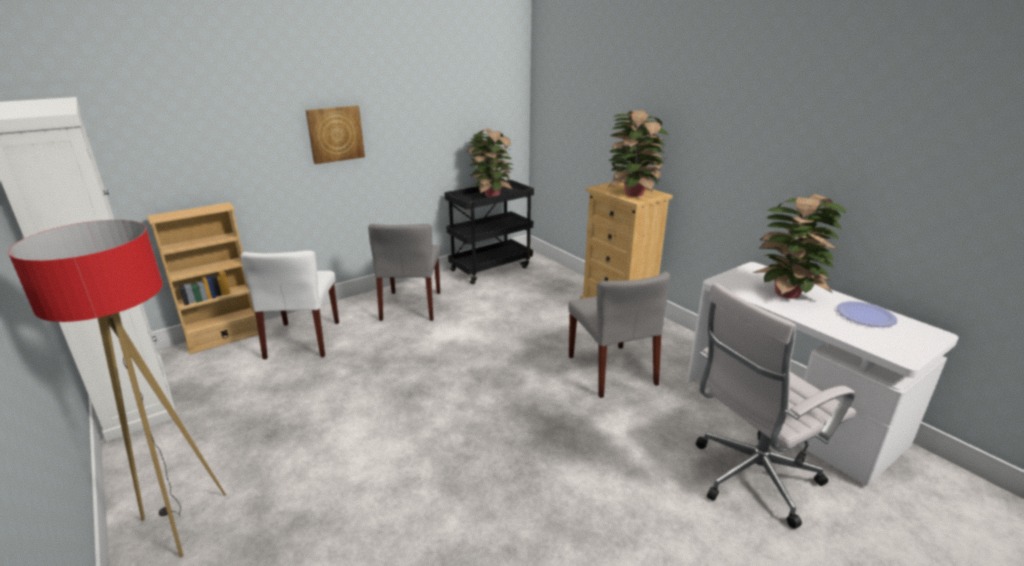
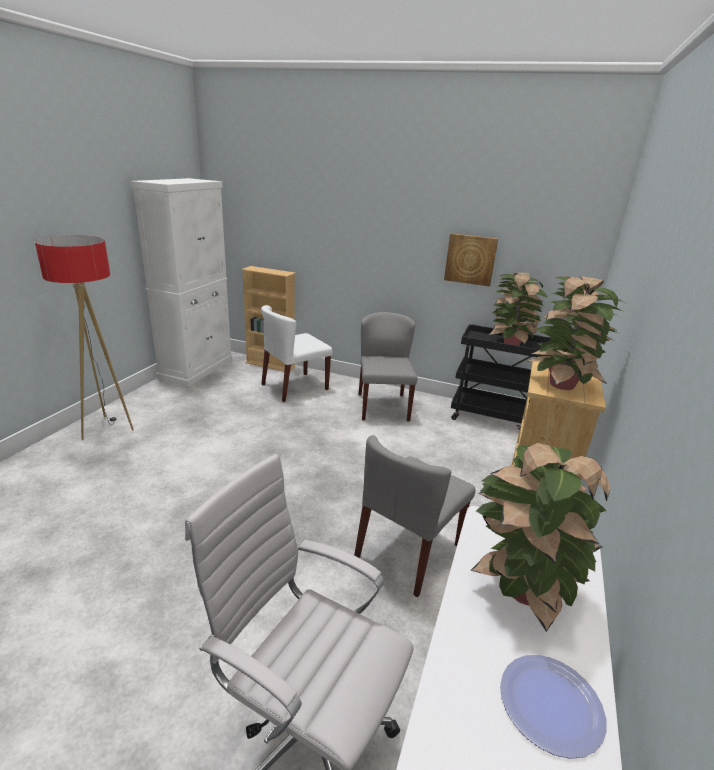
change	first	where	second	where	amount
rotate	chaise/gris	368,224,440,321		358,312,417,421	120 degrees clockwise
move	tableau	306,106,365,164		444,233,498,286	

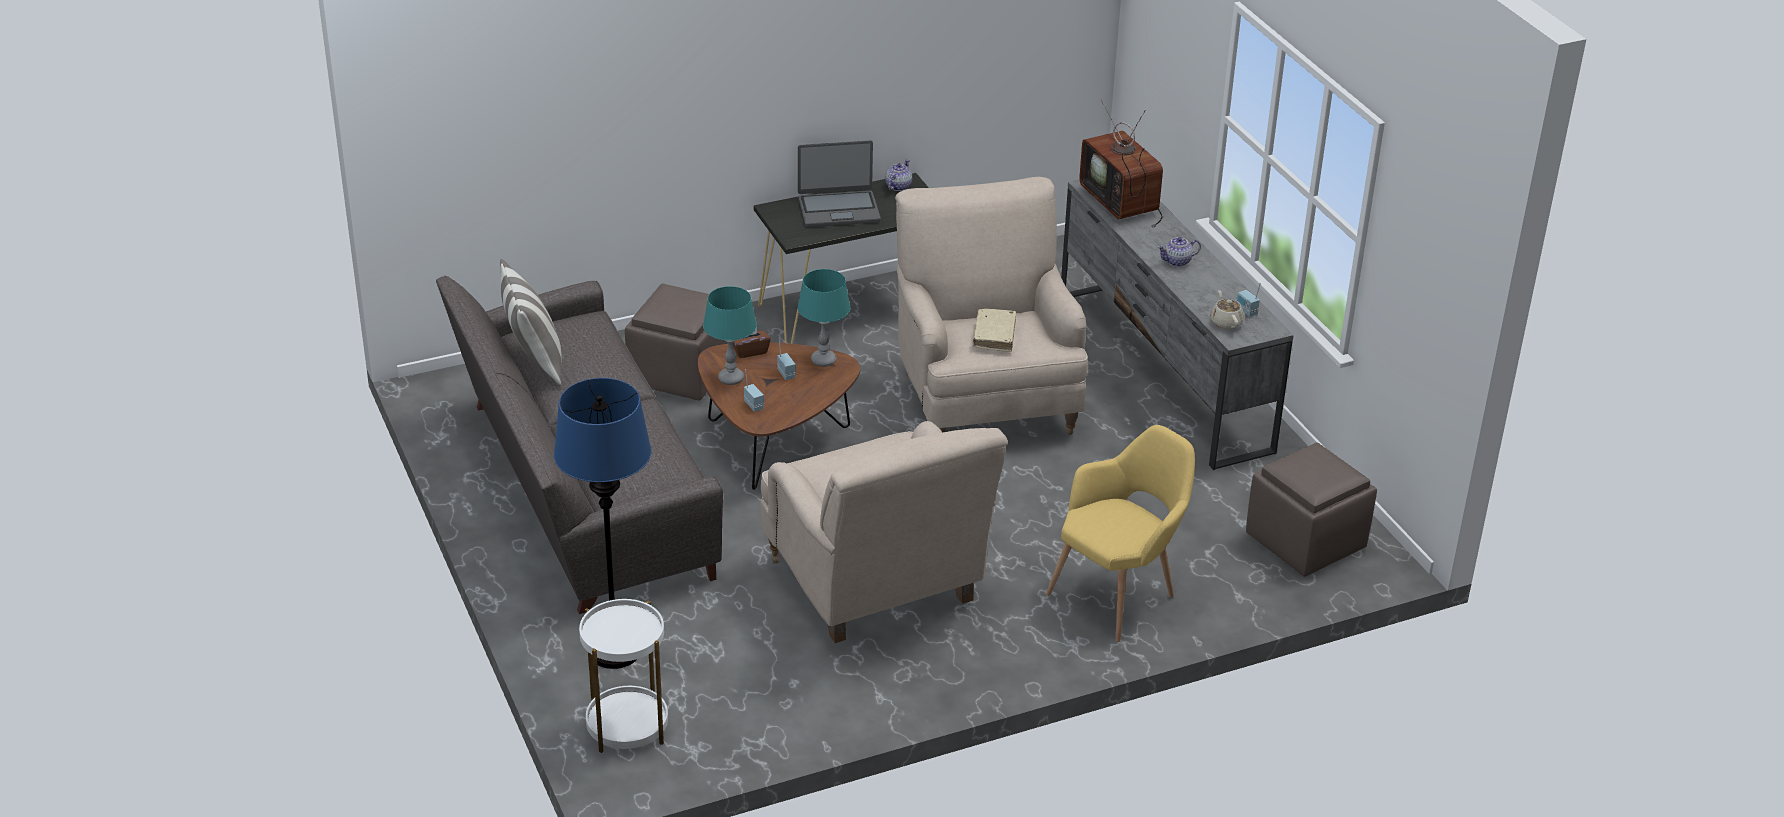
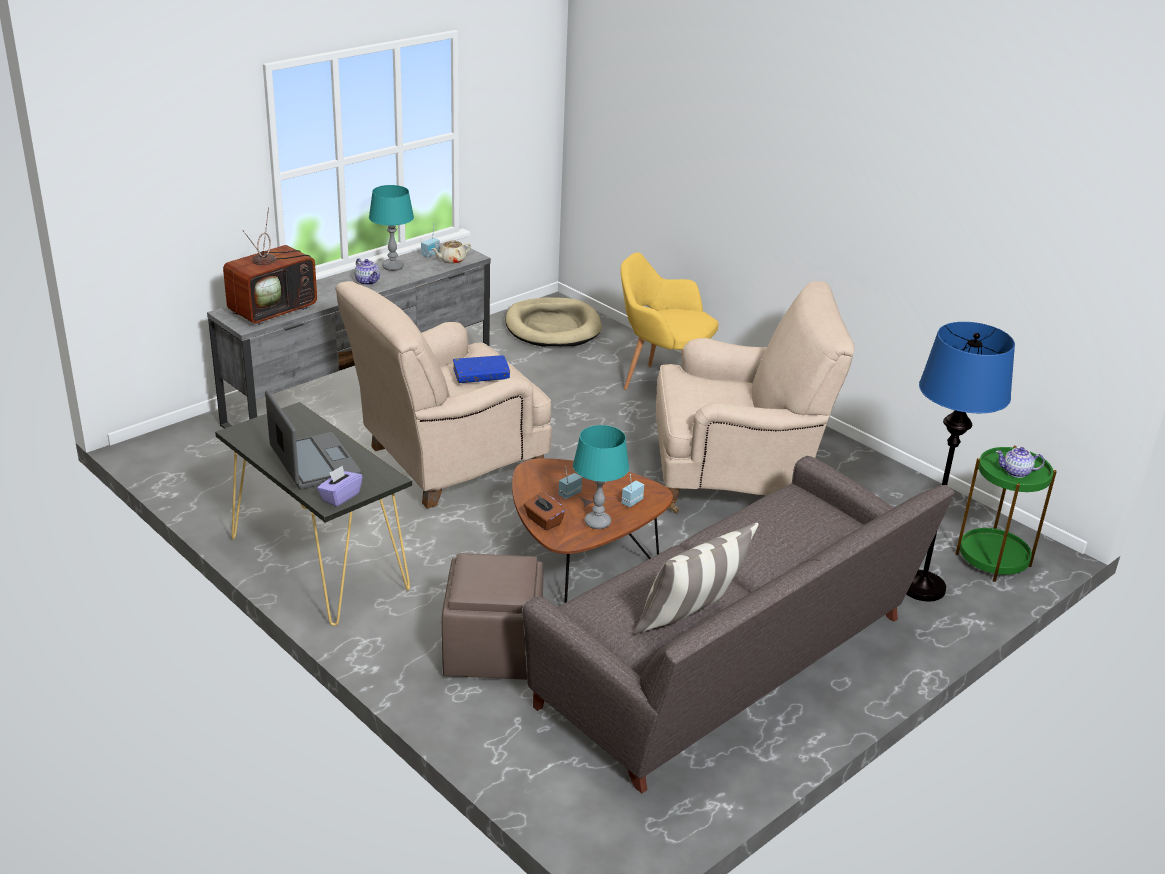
change	first	where	second	where	amount
insert			boîte à mouchoirs/violet	317,465,362,507	
move	lampe de table/turquoise	797,269,851,367		369,185,414,271	
recolor	livre/beige	973,309,1016,352	livre/bleu	453,355,510,383	
replace	pouf/marron	1246,442,1377,577	panier pour chien/beige	505,297,602,347	
rotate	fauteuil/beige	760,421,1008,643		656,281,854,513	45 degrees clockwise
recolor	table d'appoint/blanc	579,599,668,753	table d'appoint/vert	955,446,1057,582	
move	théière	885,159,912,191		996,447,1045,478	

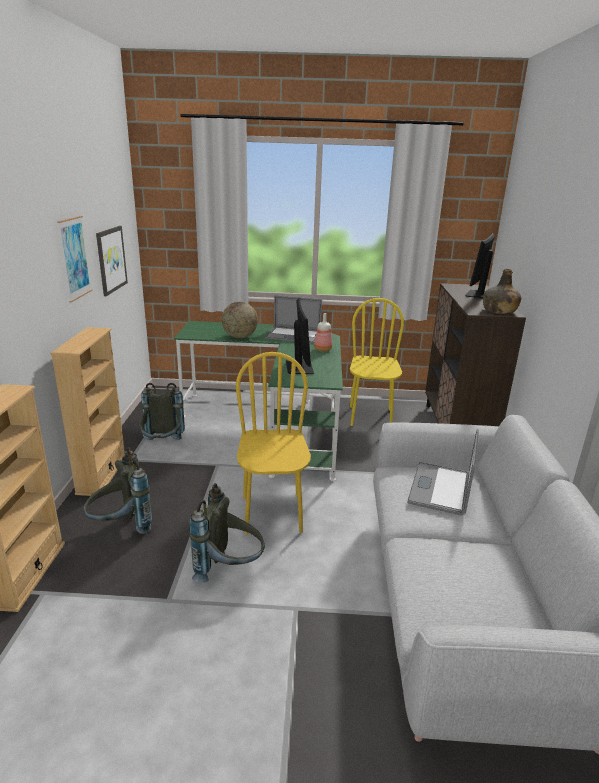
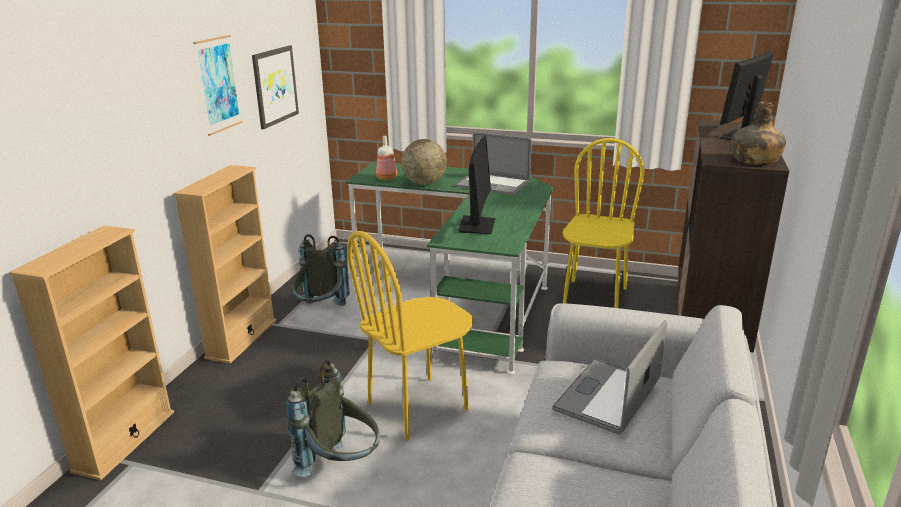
change	first	where	second	where	amount
rotate	chaise/jaune	236,352,311,535		347,231,473,441	135 degrees counterclockwise
move	bouteille	314,313,332,351		376,136,397,180	
delete	sac à dos/gris	83,447,152,534			

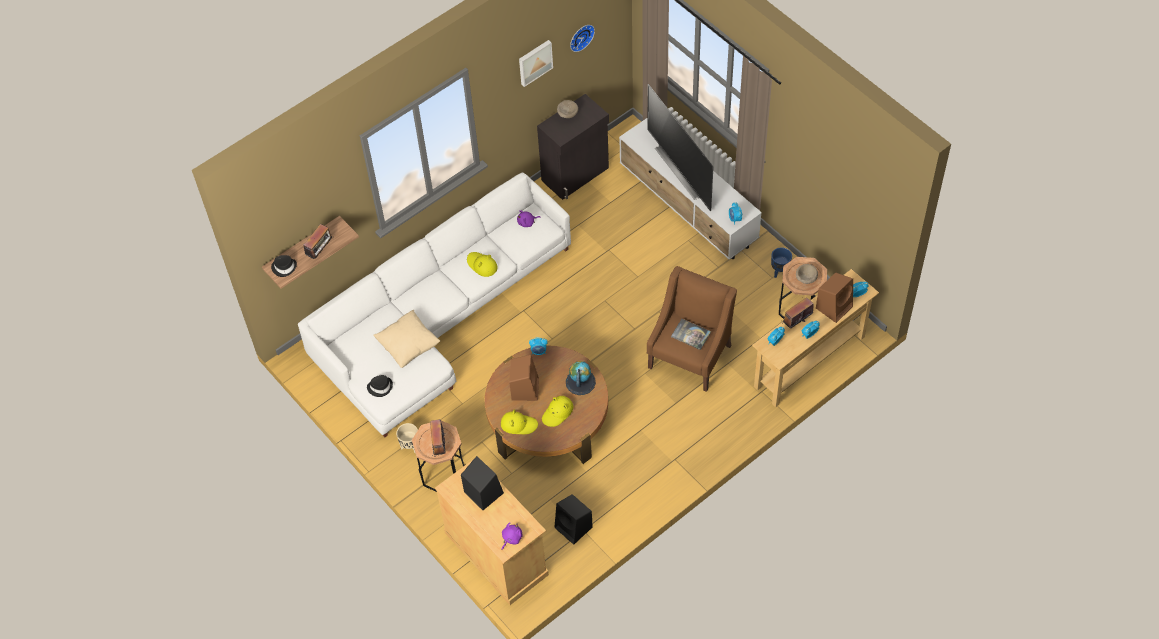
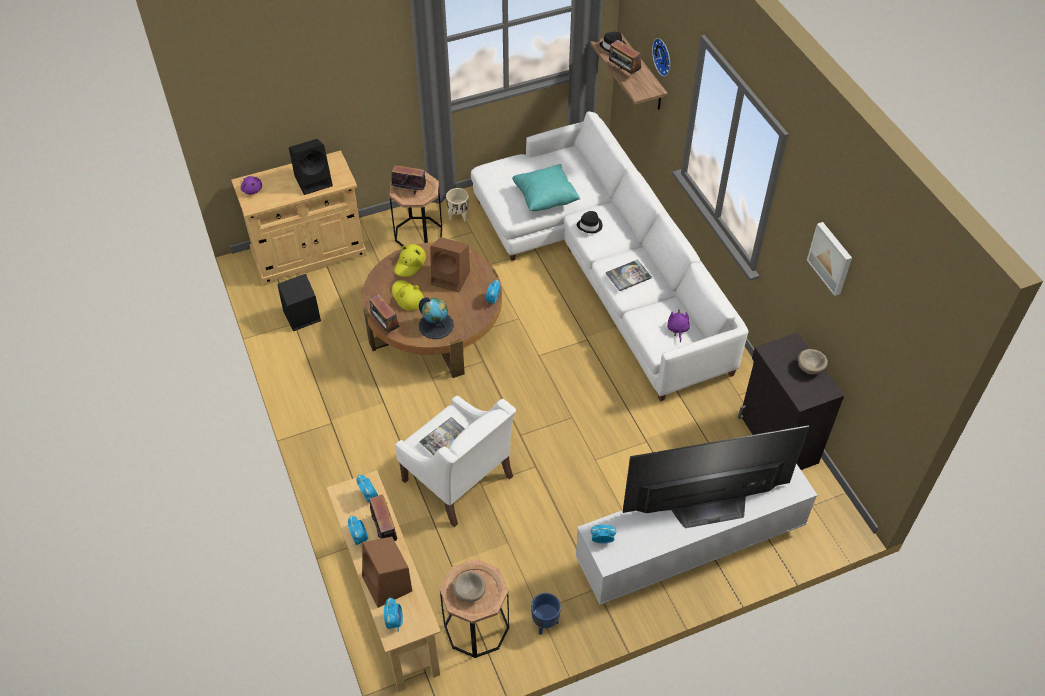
change	first	where	second	where	amount
insert			radio	370,294,399,334	
recolor	fauteuil/marron	647,266,737,392	fauteuil/blanc	395,395,516,527	
recolor	coussin/beige	373,310,440,368	coussin/turquoise	512,164,580,211	
move	chapeau/noir	367,375,393,397		577,211,602,233	
replace	chapeau/jaune	467,252,498,277	livre	605,260,652,291	
move	horloge murale	570,25,595,52		652,38,670,77	

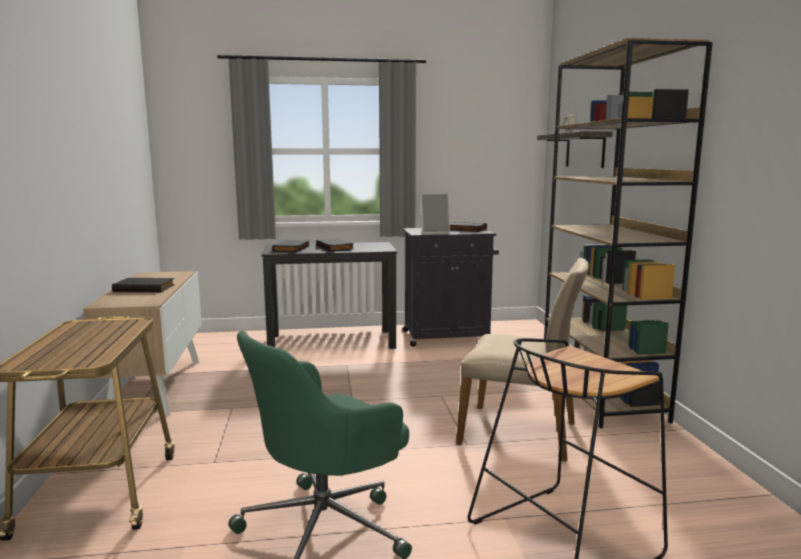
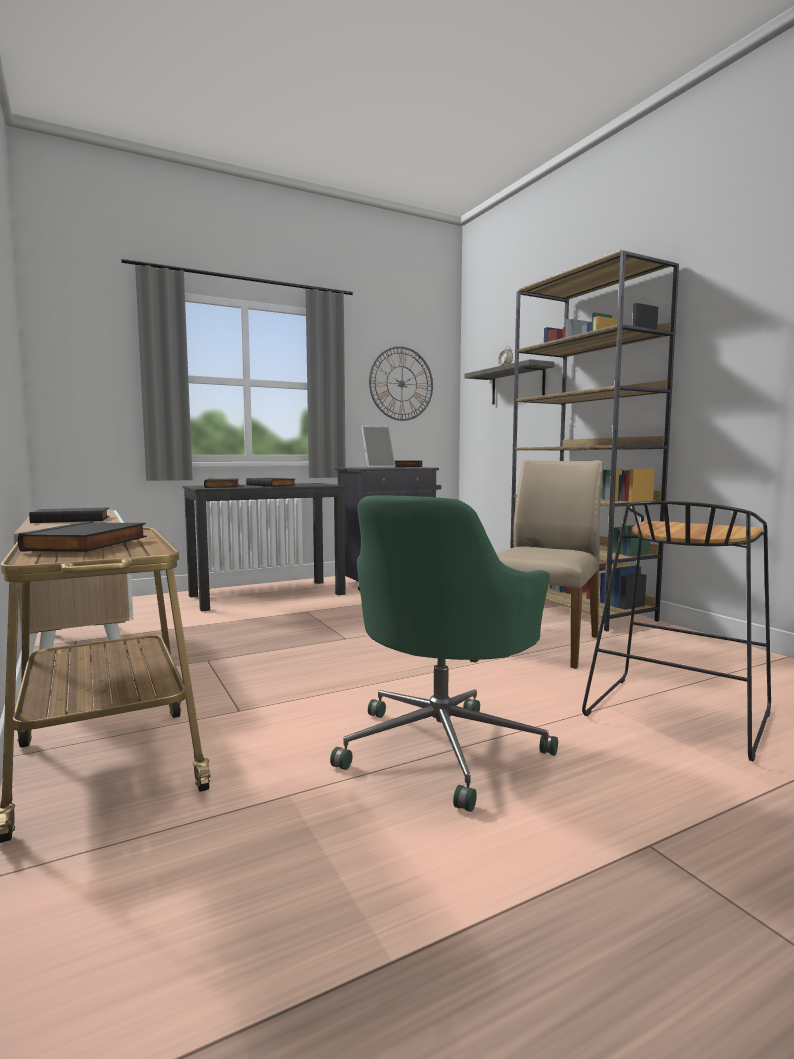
change	first	where	second	where	amount
insert			livre/noir	18,521,147,552	
insert			horloge murale	369,346,433,421	
rotate	chaise/beige	456,258,590,462		496,460,602,669	60 degrees counterclockwise

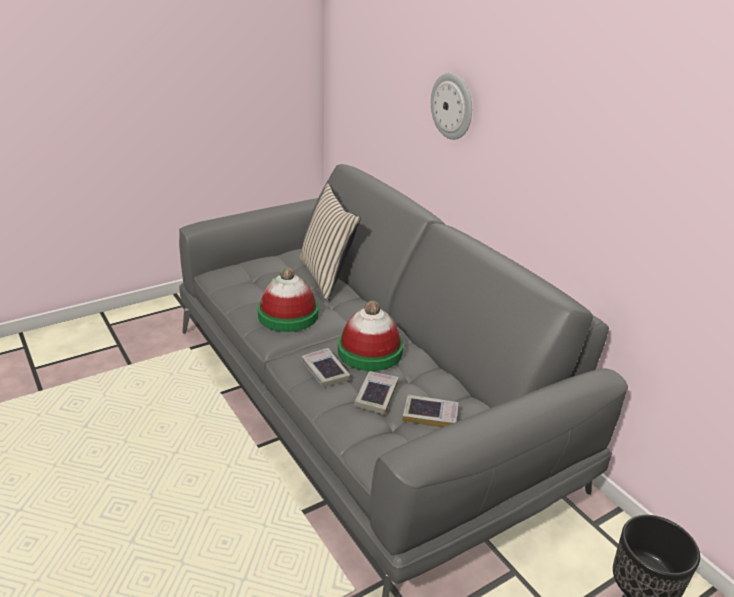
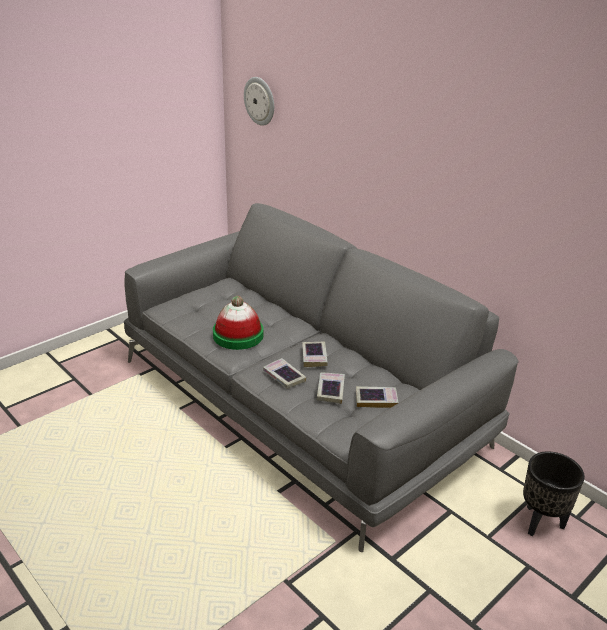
change	first	where	second	where	amount
move	horloge murale	431,73,472,140		244,77,274,126	
replace	chapeau	338,301,403,371	livre	302,342,328,367	
delete	coussin/beige	299,183,361,301			

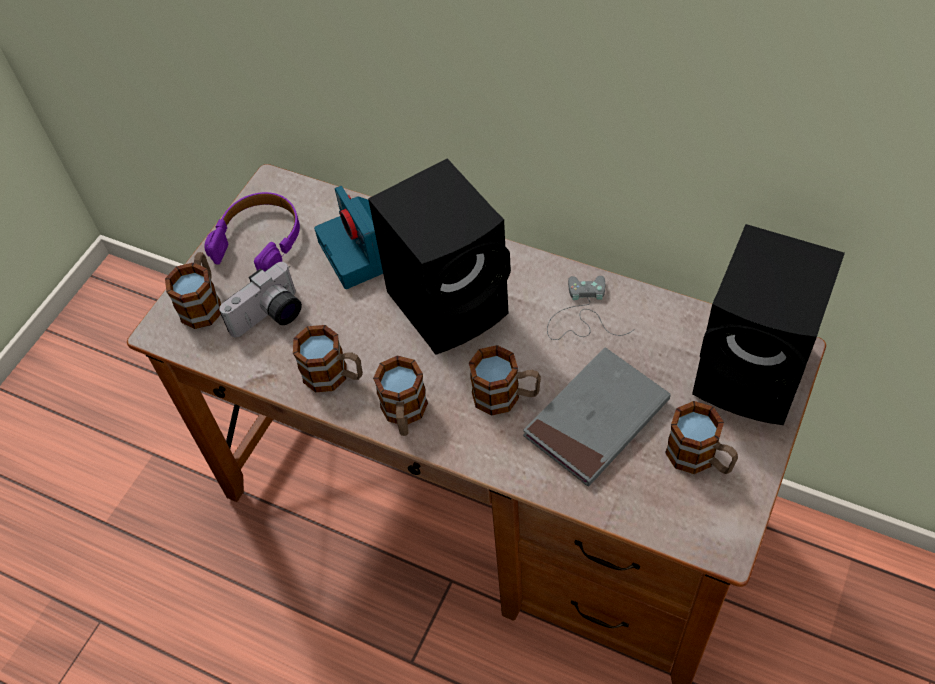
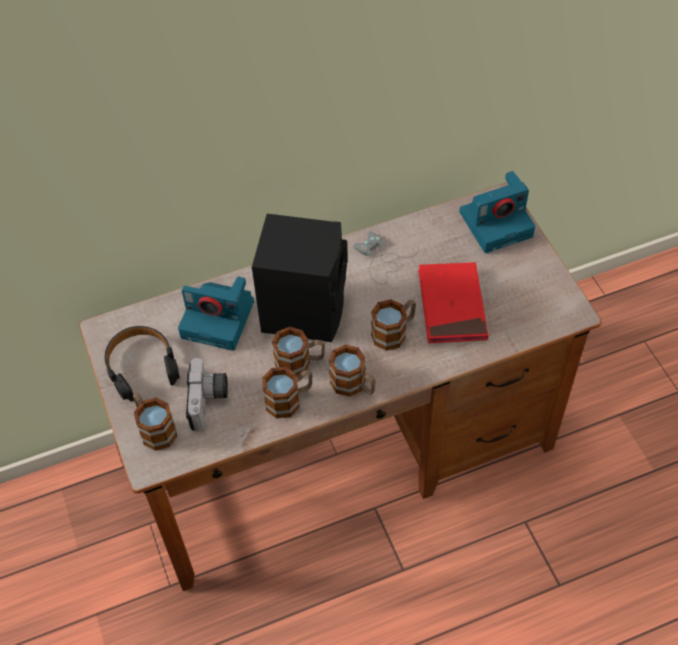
change	first	where	second	where	amount
recolor	casque audio/violet	205,192,300,272	casque audio/noir	105,326,180,402	
move	mug	665,401,738,474		272,327,325,376	
recolor	livre/gris	523,348,671,487	livre/rouge	418,262,488,343	
replace	enceinte/noir	692,224,845,425	appareil photo	459,171,535,253	

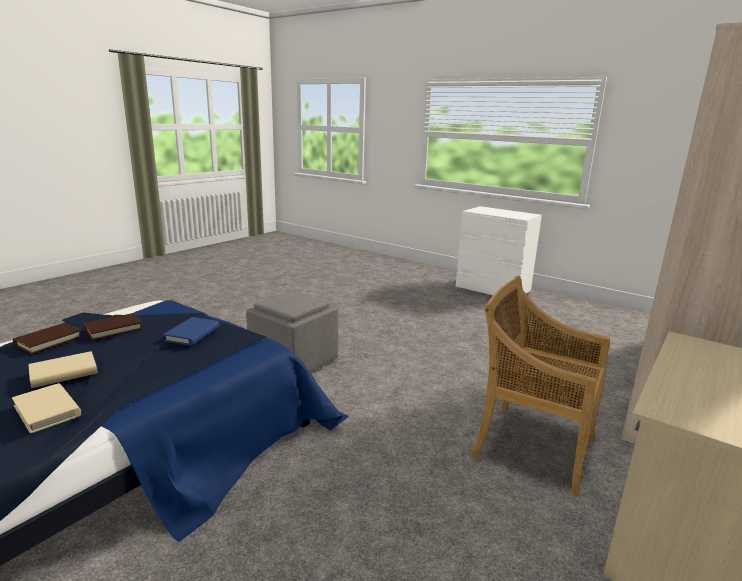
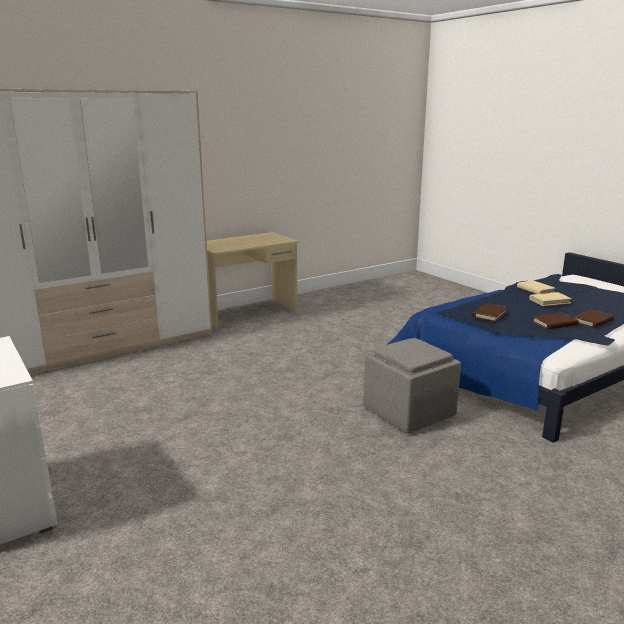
change	first	where	second	where	amount
recolor	livre/bleu	163,317,219,346	livre/marron	472,303,508,322	
delete	chaise/beige	470,275,610,497			

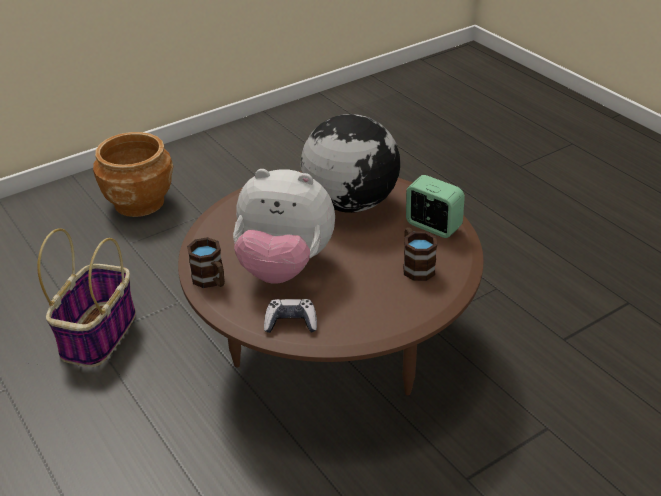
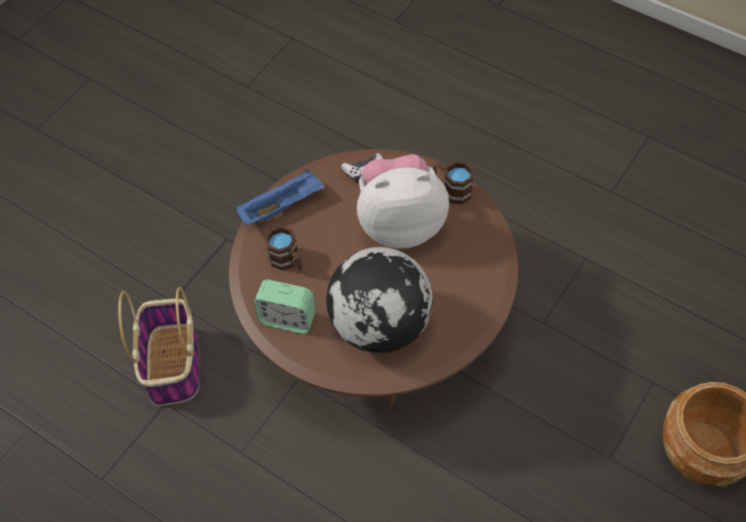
change	first	where	second	where	amount
move	panier	37,228,136,367		118,287,199,406	
insert			plateau/bleu	236,169,325,225	

